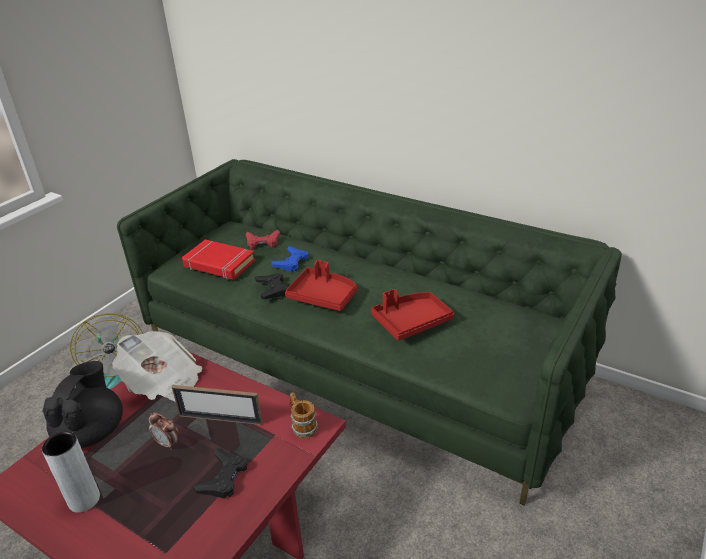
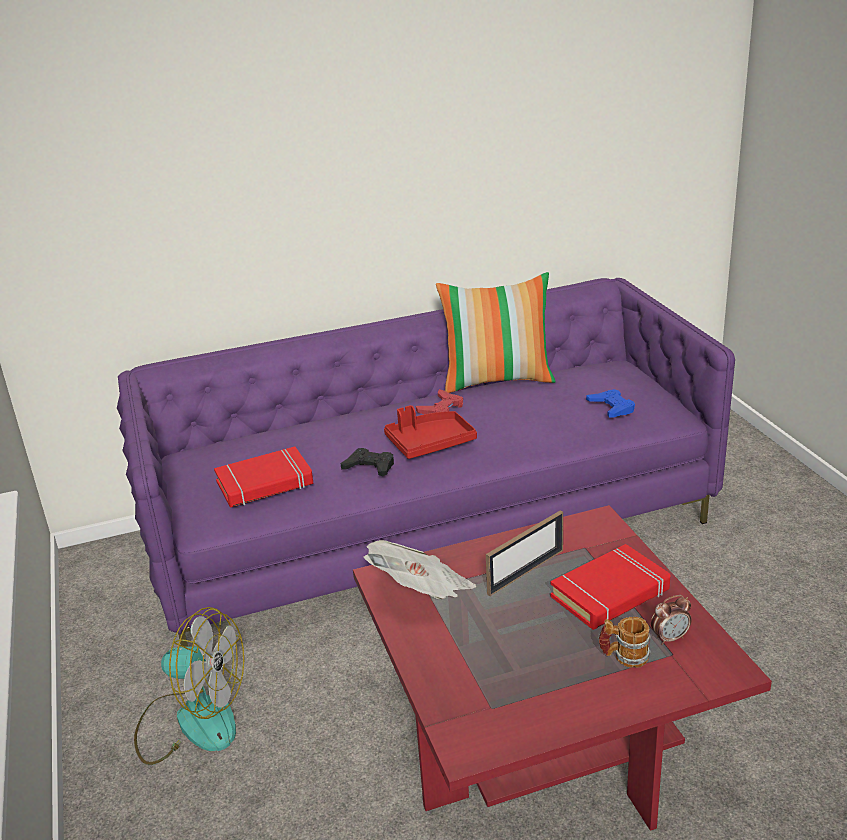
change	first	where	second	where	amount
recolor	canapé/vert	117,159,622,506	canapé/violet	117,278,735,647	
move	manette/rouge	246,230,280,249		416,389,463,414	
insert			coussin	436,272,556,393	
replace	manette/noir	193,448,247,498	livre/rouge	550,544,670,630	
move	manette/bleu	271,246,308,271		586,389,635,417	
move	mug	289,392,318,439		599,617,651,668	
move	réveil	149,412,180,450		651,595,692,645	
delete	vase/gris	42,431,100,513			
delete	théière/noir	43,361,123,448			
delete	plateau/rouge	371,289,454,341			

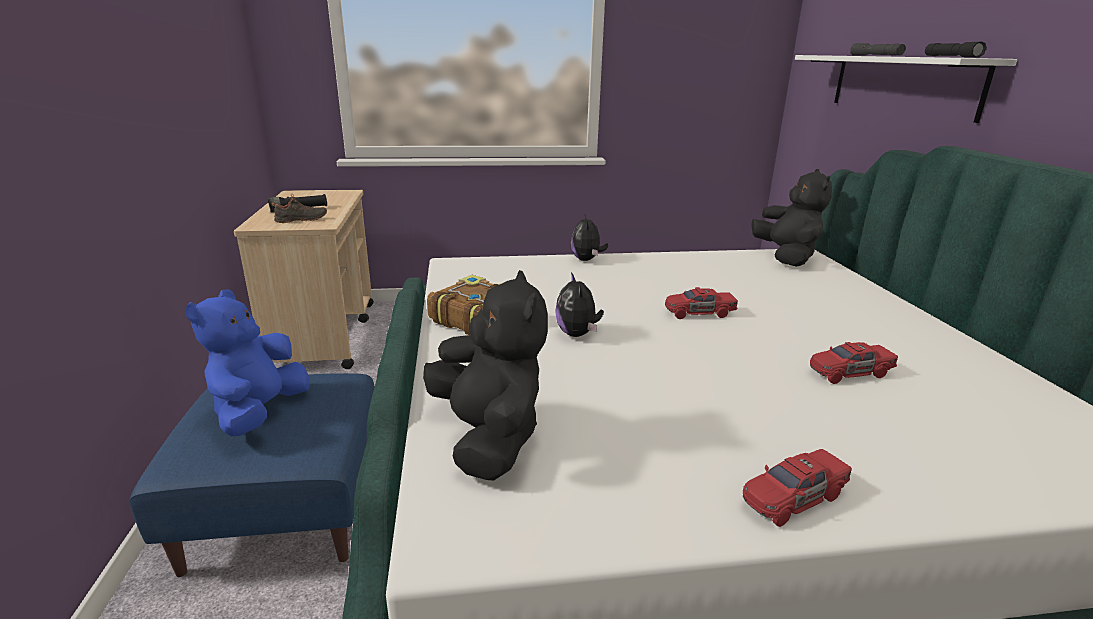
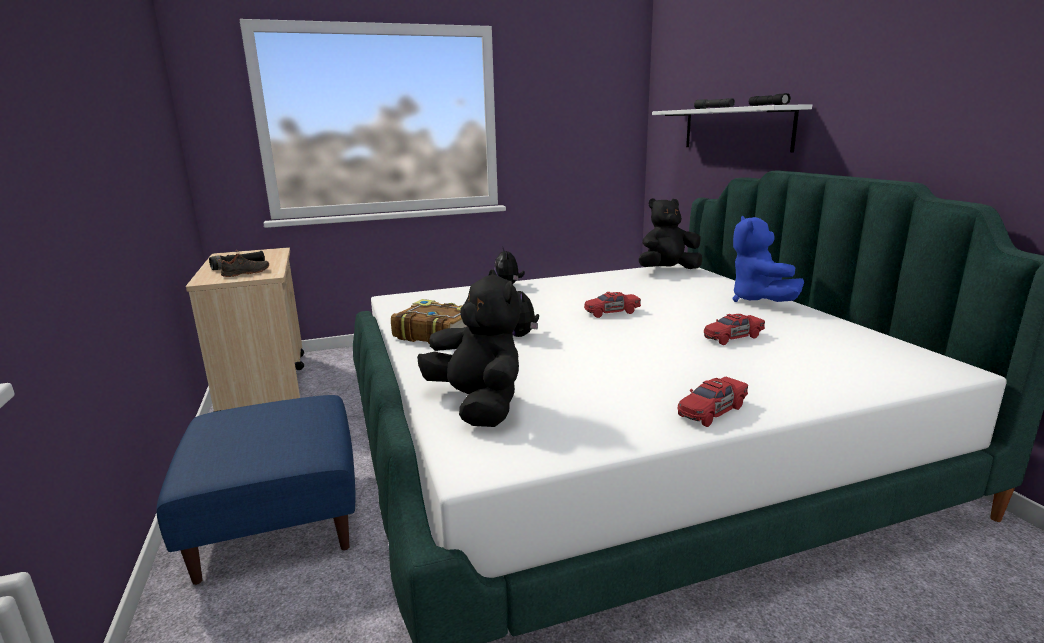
change	first	where	second	where	amount
rotate	peluche/noir	752,169,832,267		639,198,702,269	90 degrees counterclockwise
move	peluche/bleu	185,289,310,436		733,216,804,302	

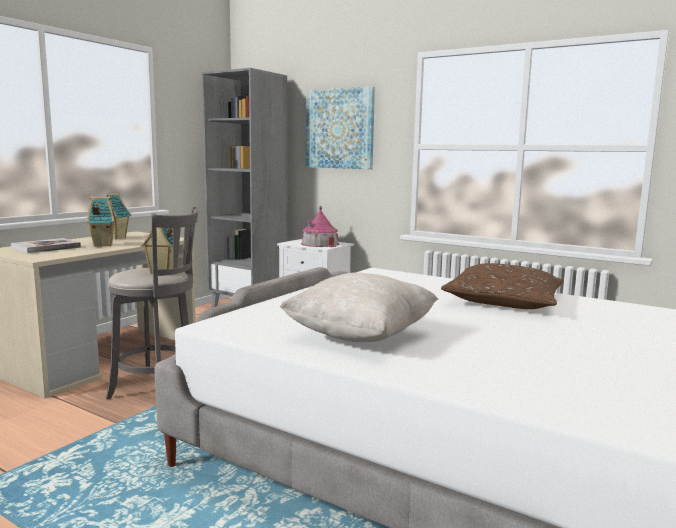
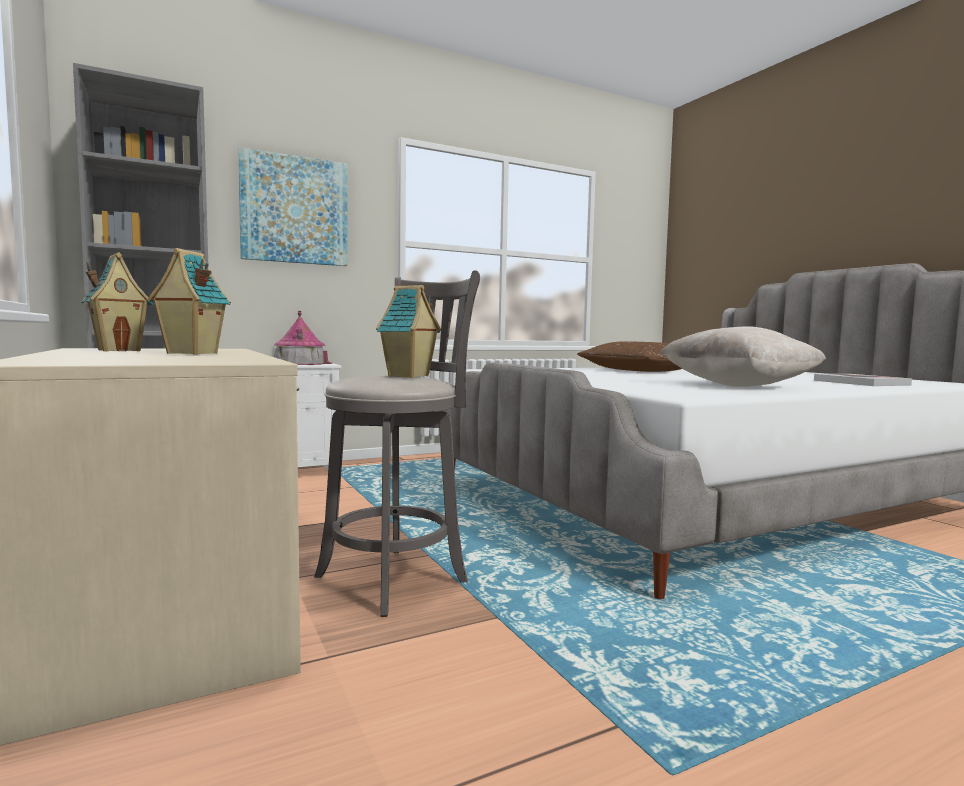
change	first	where	second	where	amount
move	livre	11,238,81,253		814,374,912,386	

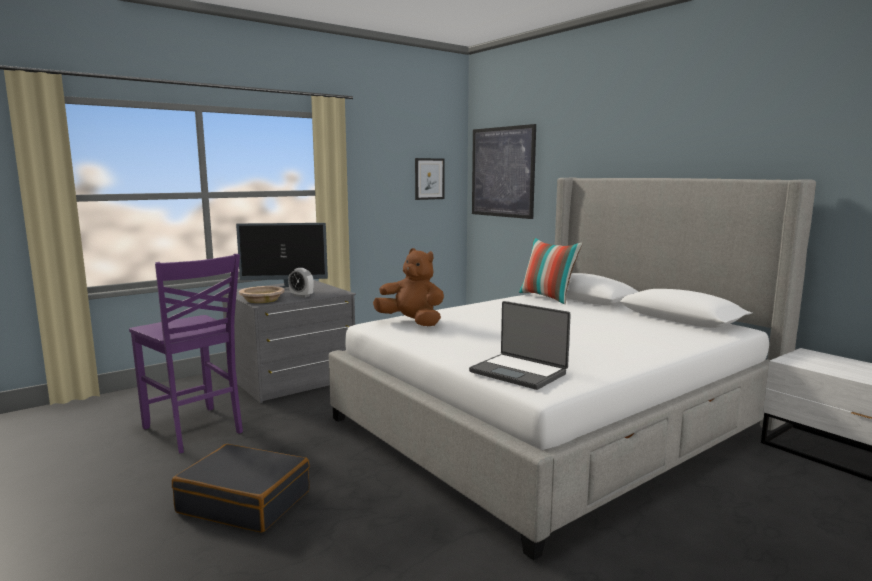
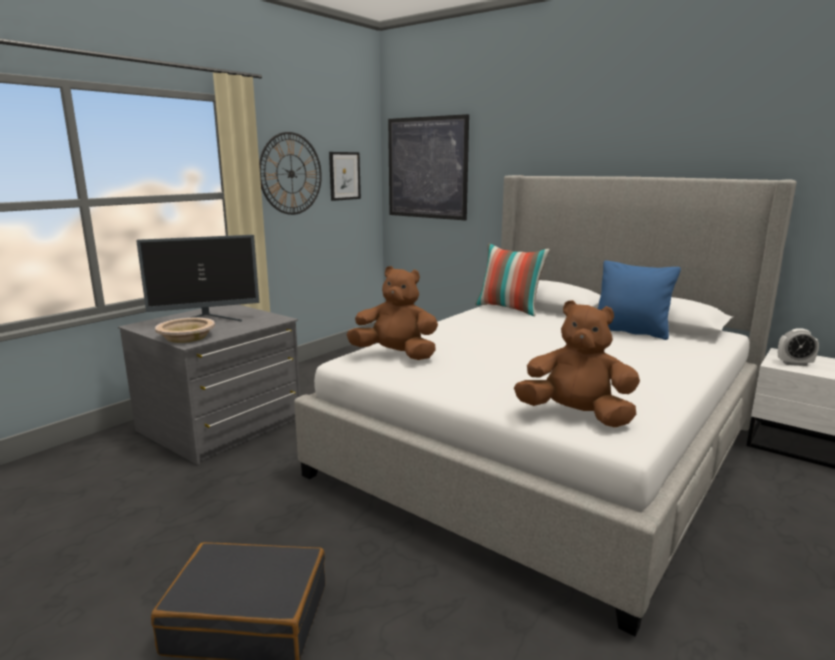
change	first	where	second	where	amount
insert			horloge murale	259,132,322,215	
replace	ordinateur portable	469,301,571,390	peluche/marron	514,300,640,428	
insert			coussin/bleu	598,260,681,340	
move	réveil	288,268,314,298		778,328,819,366	
delete	chaise/violet	129,254,243,453			

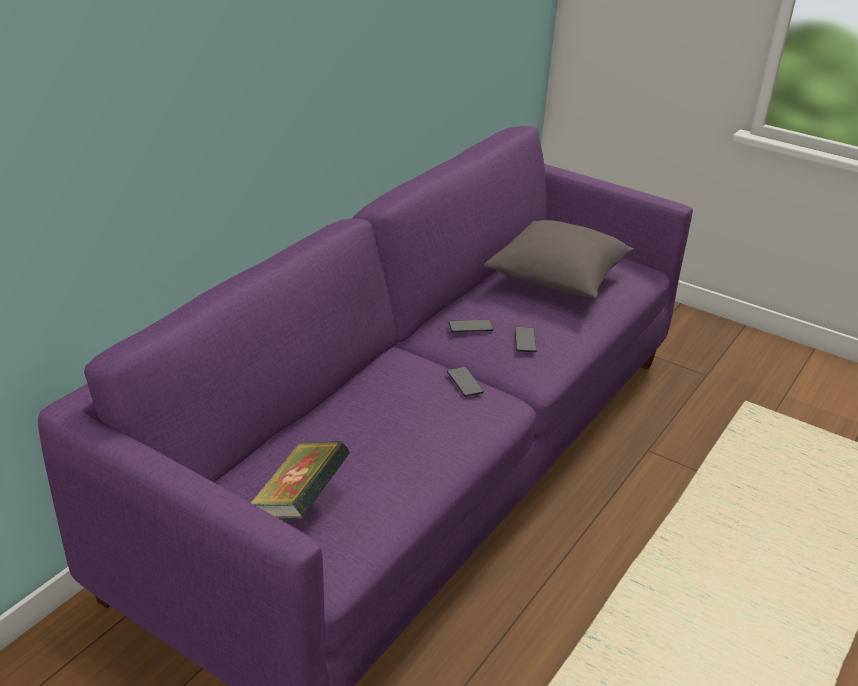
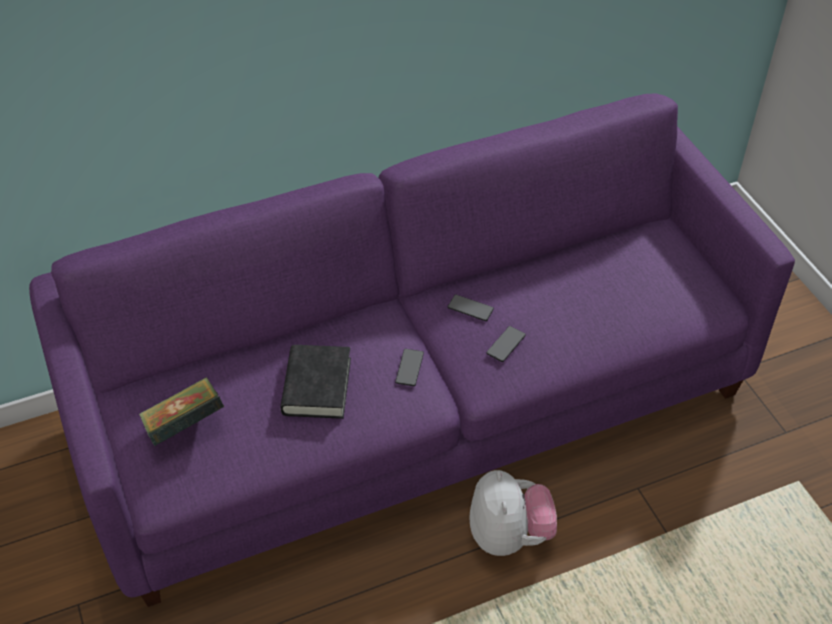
change	first	where	second	where	amount
insert			livre/noir	280,345,351,419	
insert			peluche	469,470,557,556	
delete	coussin/gris	484,220,634,298			

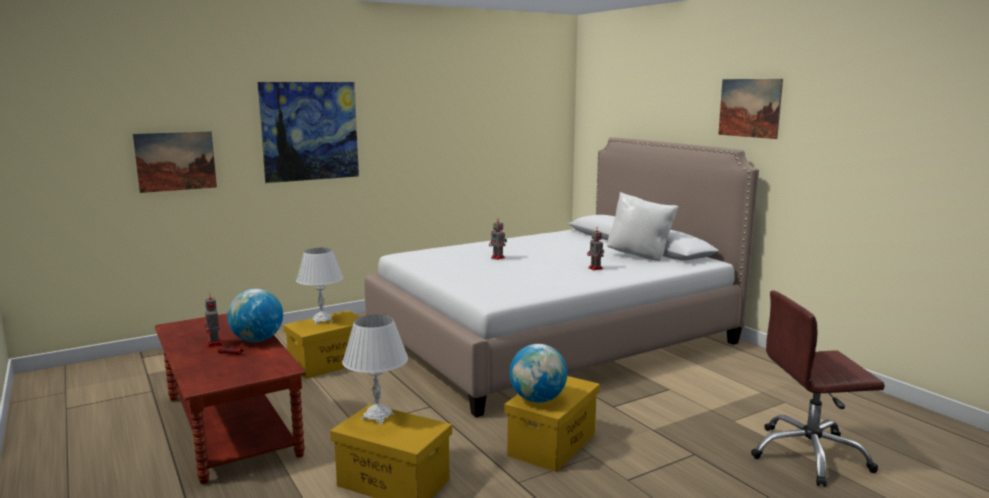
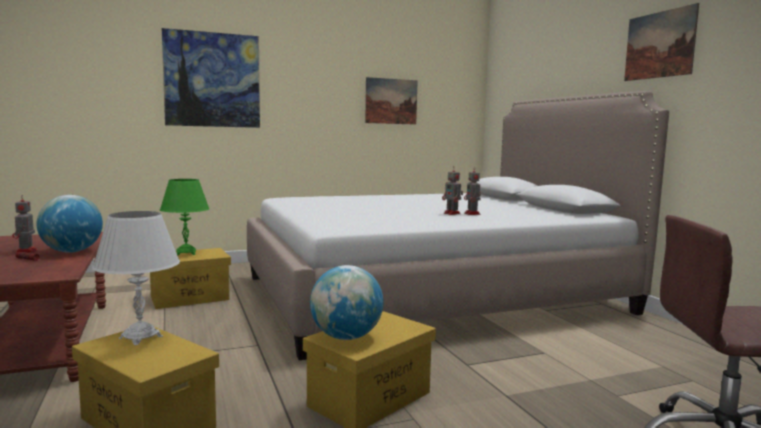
change	first	where	second	where	amount
recolor	lampe de table/blanc	296,248,343,325	lampe de table/vert	160,179,210,256	
move	tableau	133,131,217,193		365,77,418,125	
move	robot jouet	489,218,507,260		442,166,463,215	
delete	coussin/blanc	607,192,678,261			

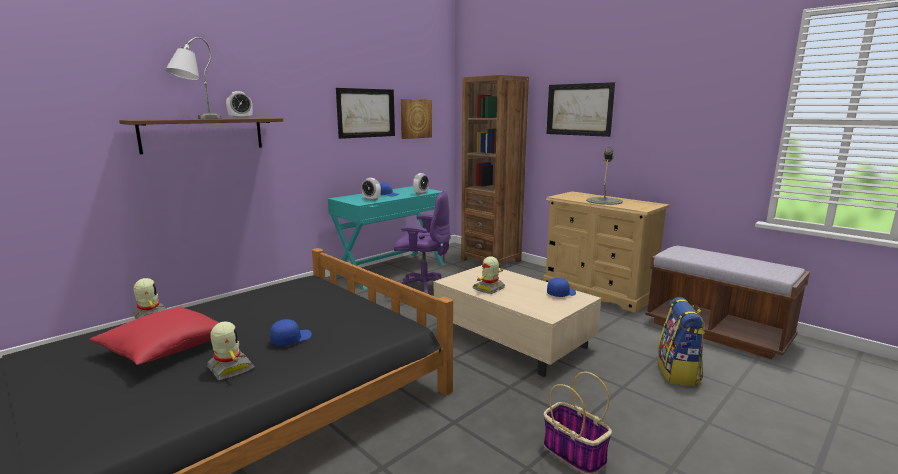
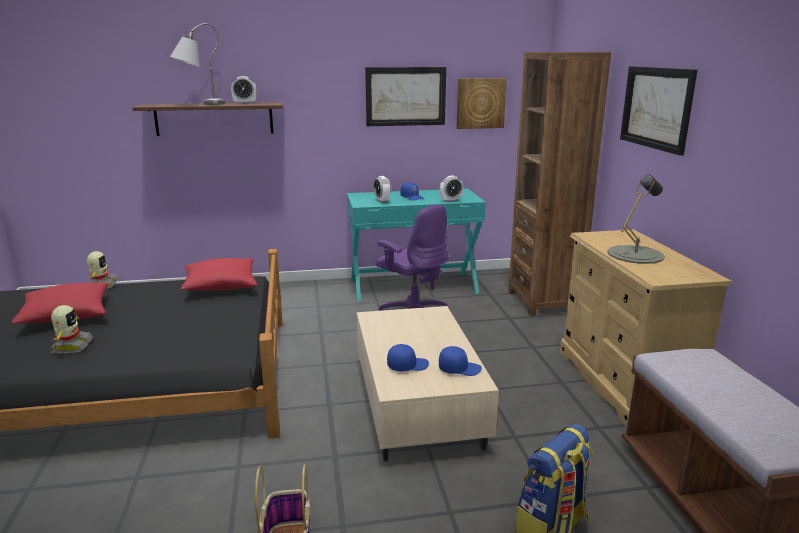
change	first	where	second	where	amount
insert			coussin/rouge	181,258,257,290	
move	casquette/bleu	270,319,312,346		387,344,429,371	
delete	robot jouet	472,256,505,294			

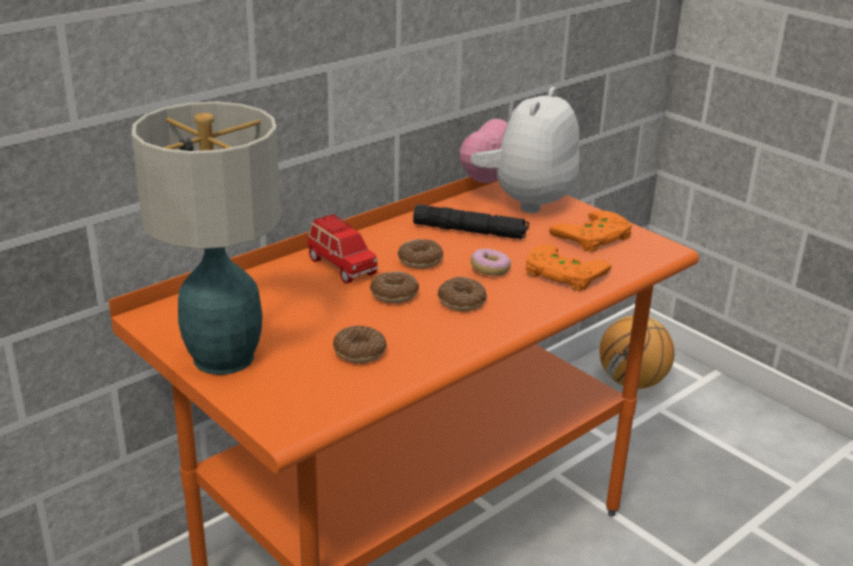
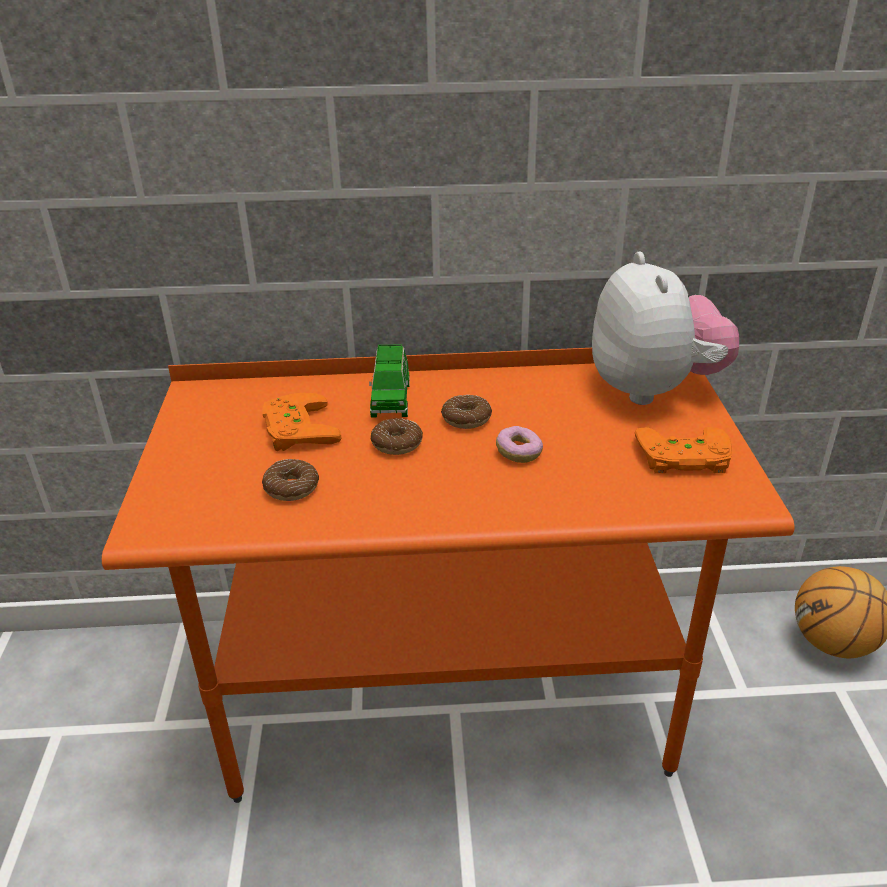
change	first	where	second	where	amount
move	manette/orange	526,244,612,292		262,393,342,451	
recolor	petite voiture/rouge	308,214,378,284	petite voiture/vert	369,344,410,418	
rotate	peluche	460,87,580,213		592,252,739,405	105 degrees clockwise
delete	lampe de table	131,102,281,375			
delete	lampe de poche/noir	413,204,529,239			
delete	beignet	437,277,487,311			

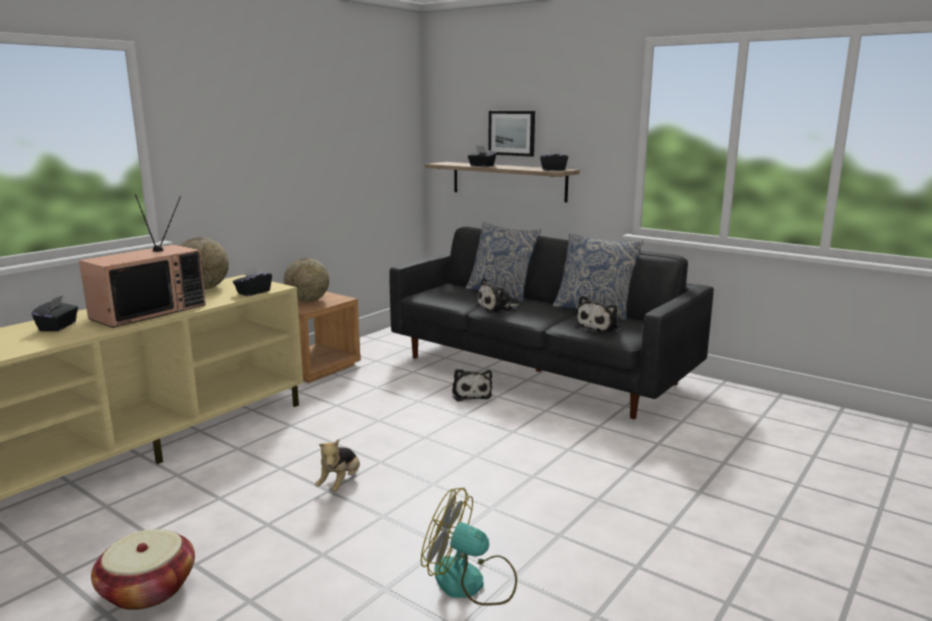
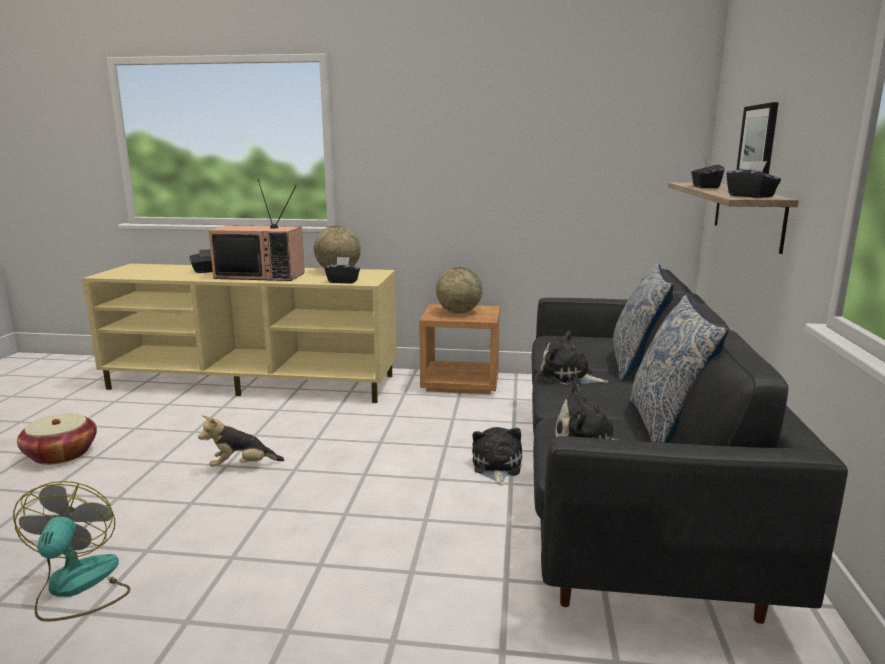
change	first	where	second	where	amount
rotate	peluche	452,369,492,401		472,427,522,486	135 degrees clockwise

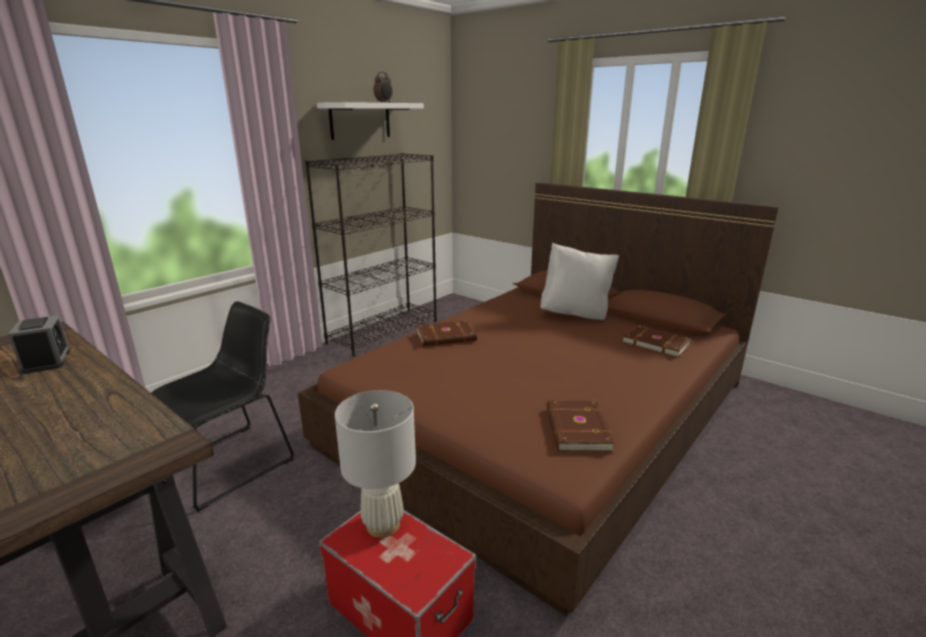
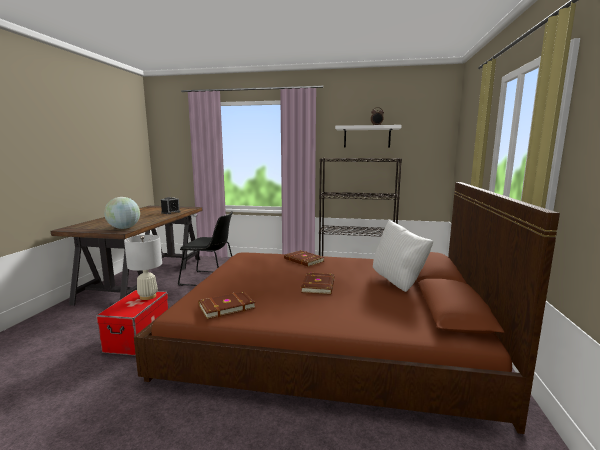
change	first	where	second	where	amount
insert			globe	104,197,140,229	
move	livre/marron	622,325,692,358		301,273,335,295	

